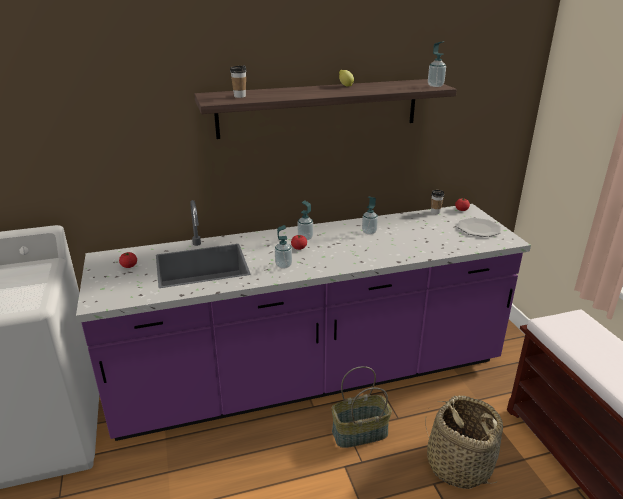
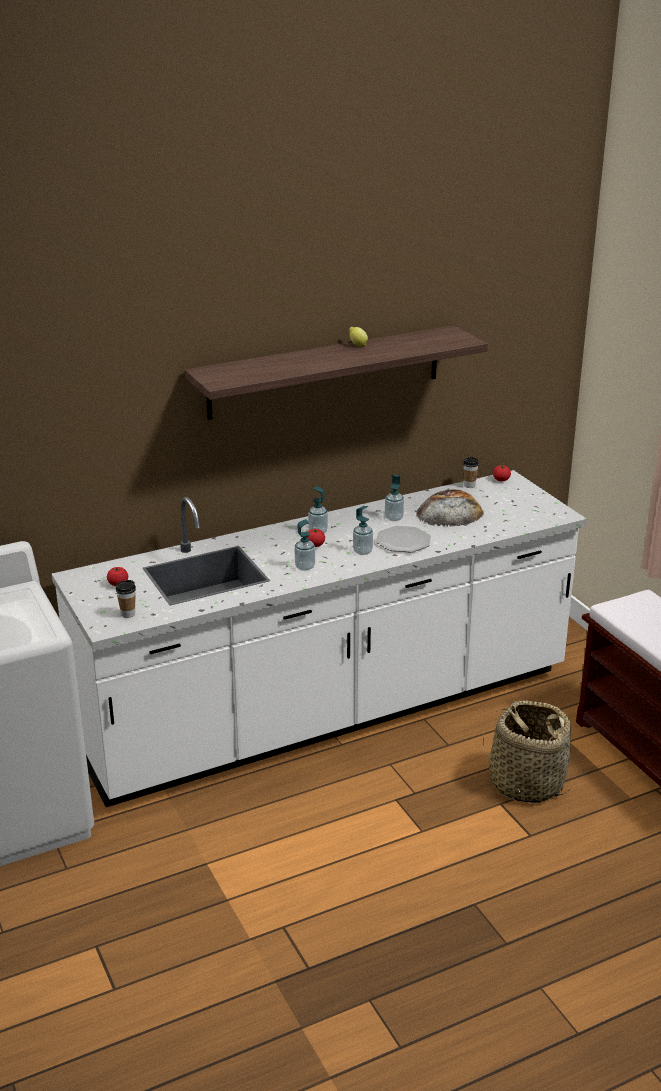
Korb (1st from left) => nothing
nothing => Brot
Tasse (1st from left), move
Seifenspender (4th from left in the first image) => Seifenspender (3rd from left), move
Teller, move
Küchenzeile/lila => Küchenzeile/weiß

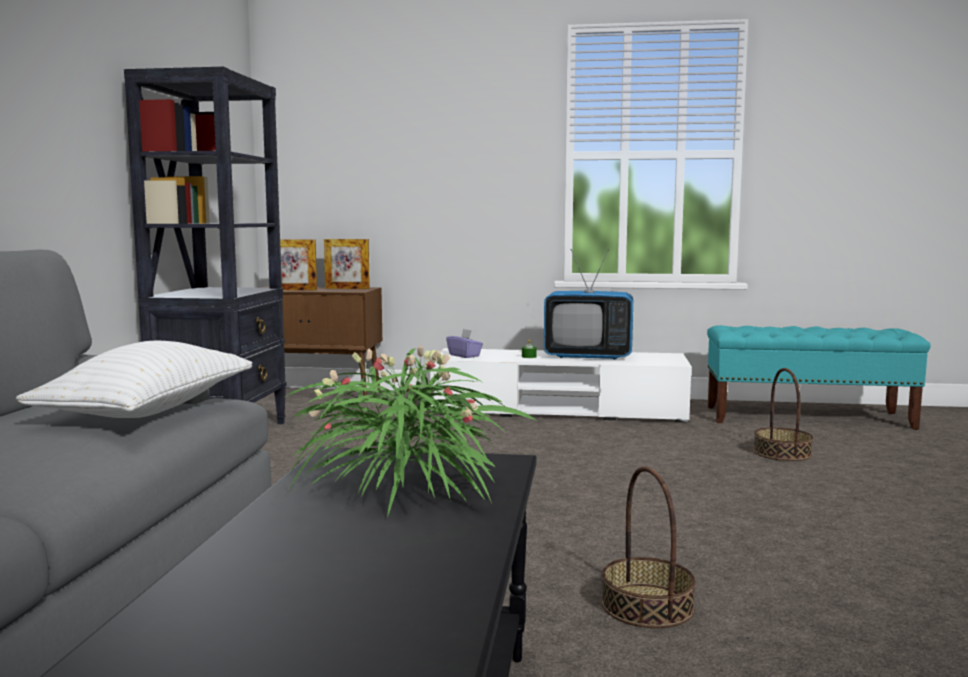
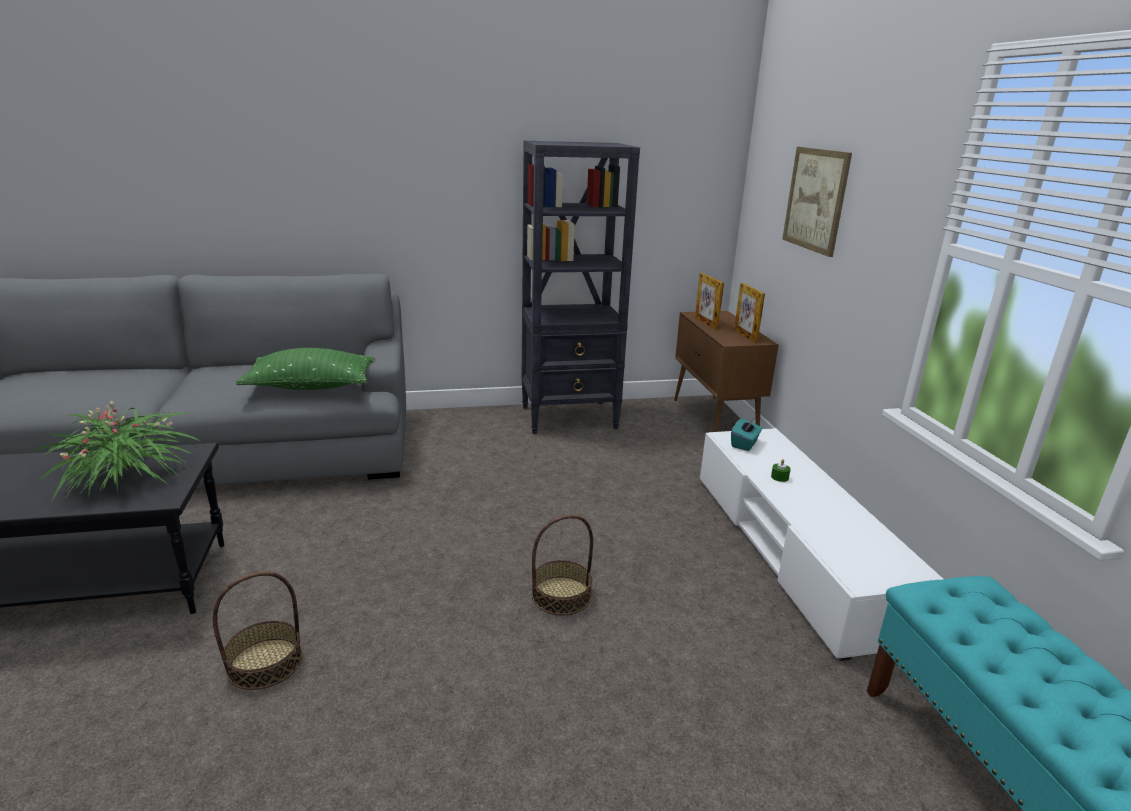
Fernseher => nothing
nothing => Bild
Korb (2nd from left), move
Kissen/weiß => Kissen/grün
Taschentuchbox/lila => Taschentuchbox/türkis

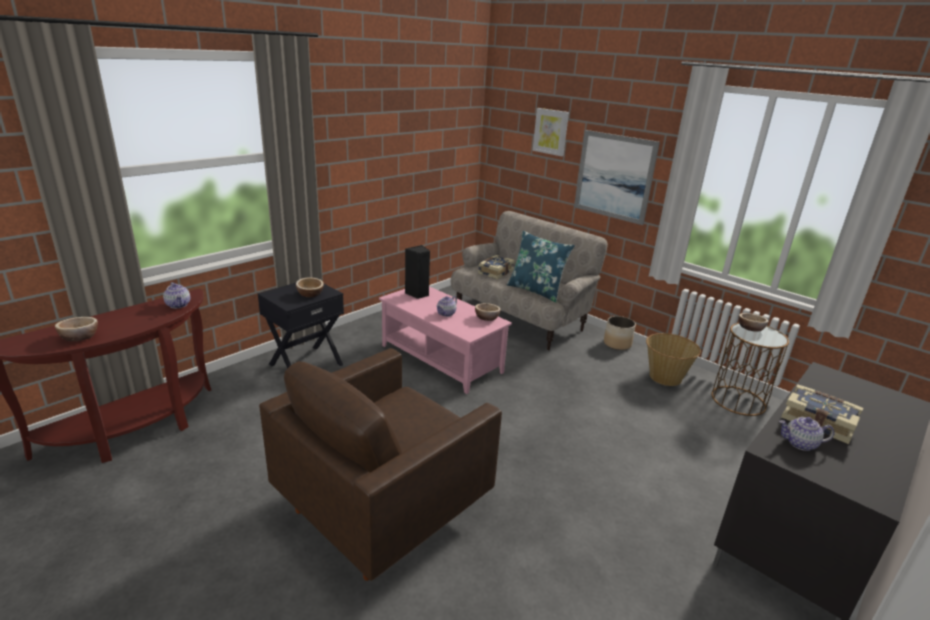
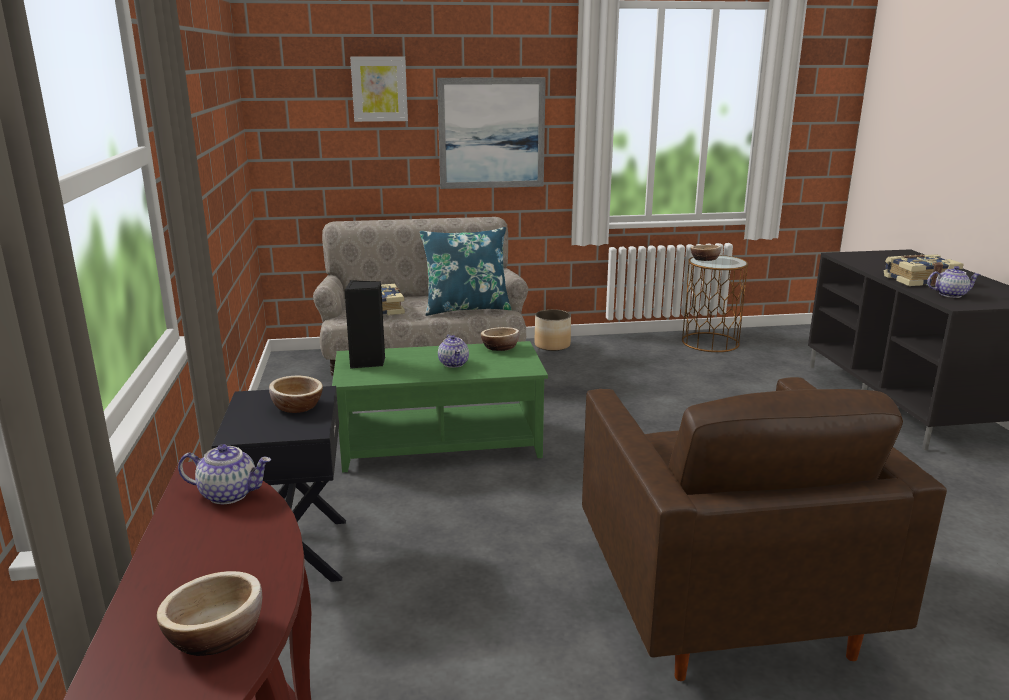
Korb => nothing
Couchtisch/rosa => Couchtisch/grün
Teekanne (3rd from left), 135 degrees counterclockwise

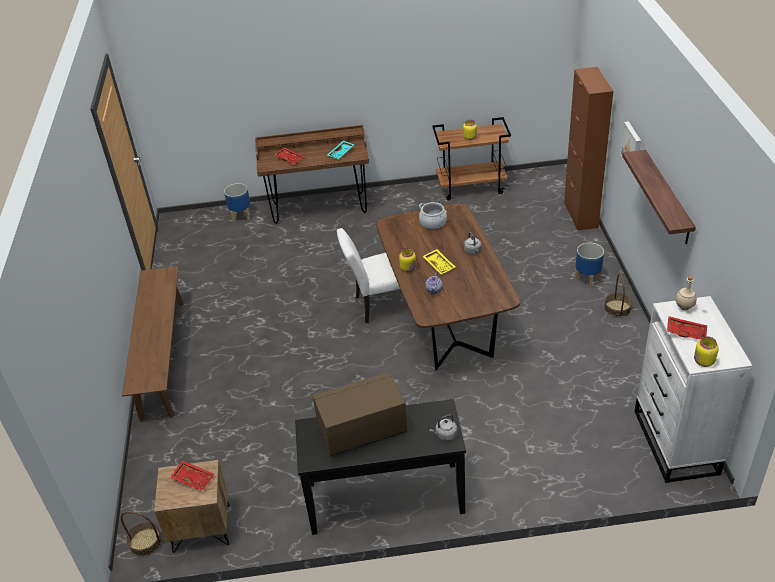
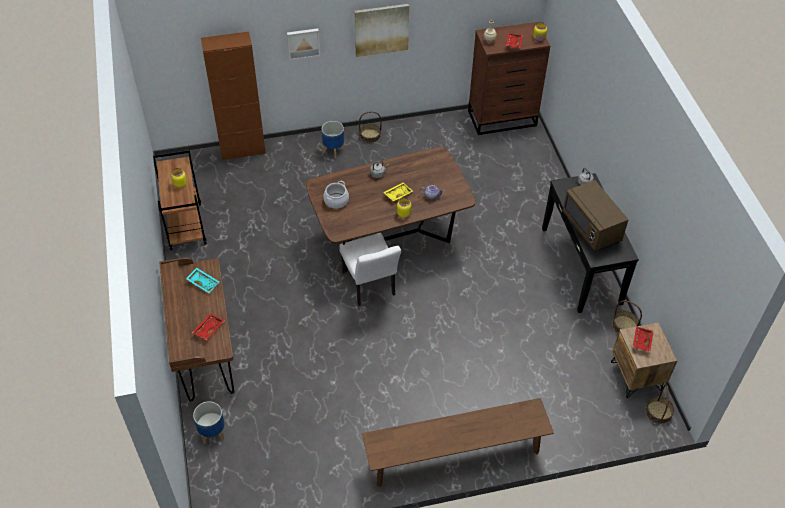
nothing => Korb (2nd from left)
Wandregal => Bild (2nd from left)
Kommode/weiß => Kommode/braun

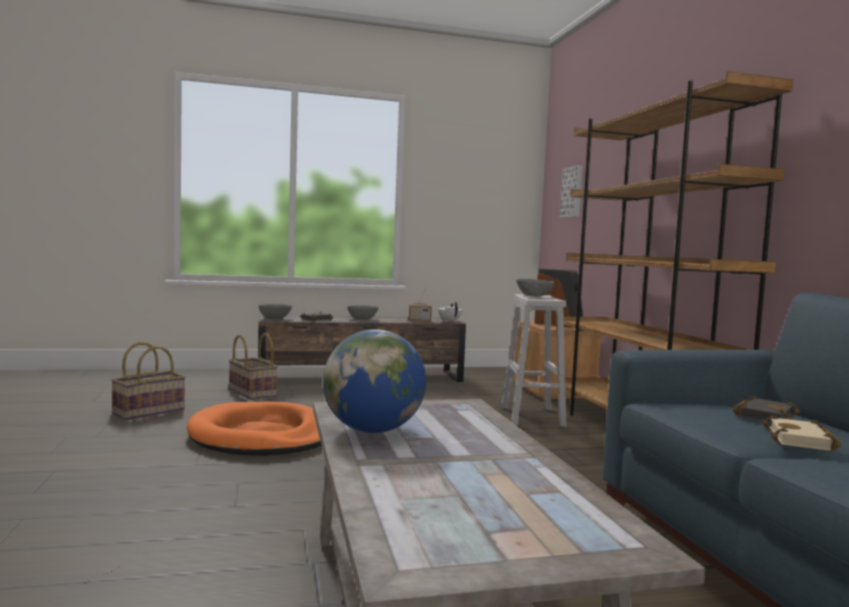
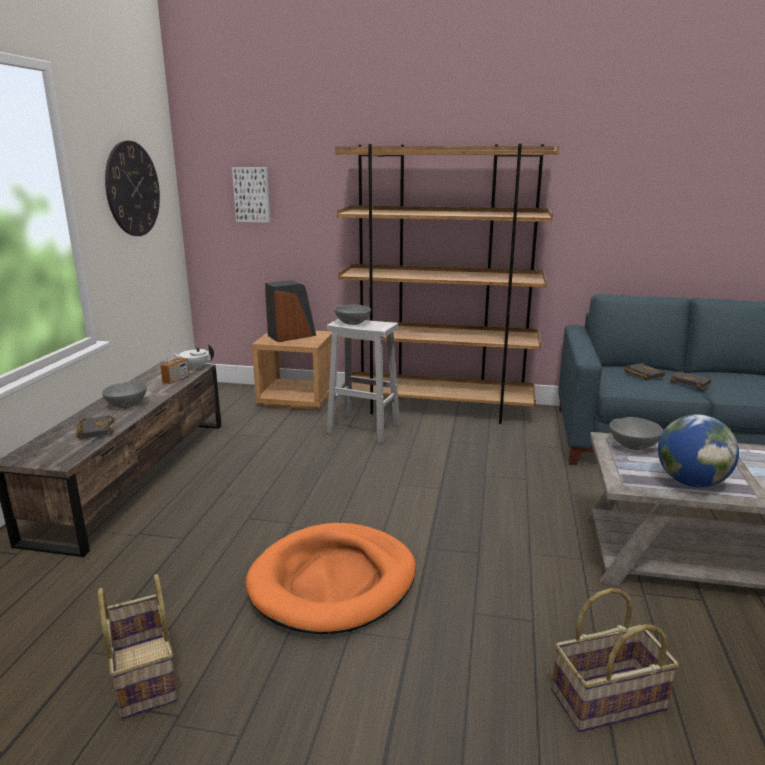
nothing => Wanduhr
Korb (2nd from left), move
Schüssel/grau (1st from left in the first image) => Schüssel/grau (3rd from left), move
Buch/beige => Buch/schwarz (3rd from left)

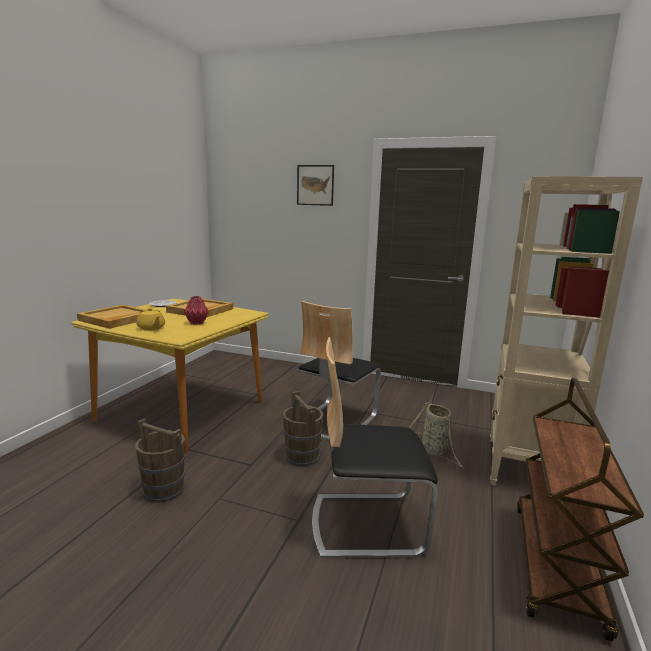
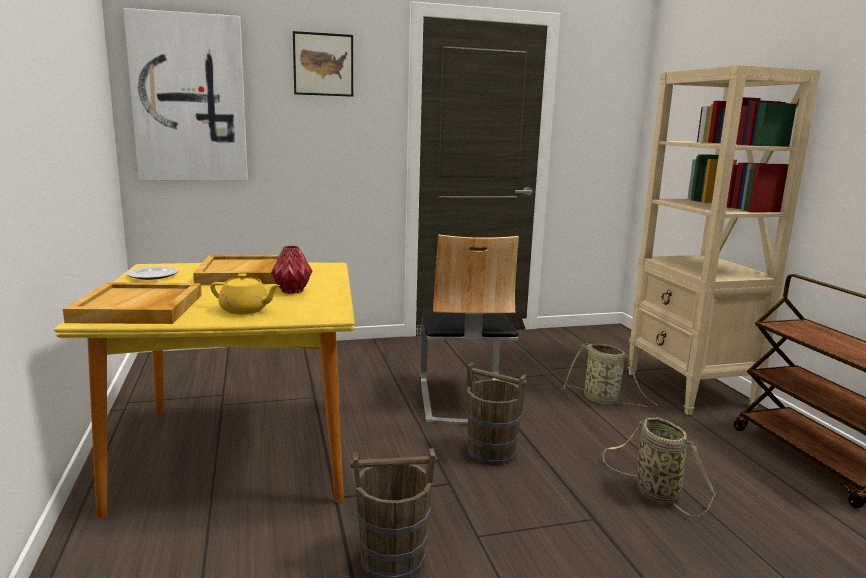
nothing => Bild (1st from left)
Stuhl (2nd from left) => Korb (2nd from left)

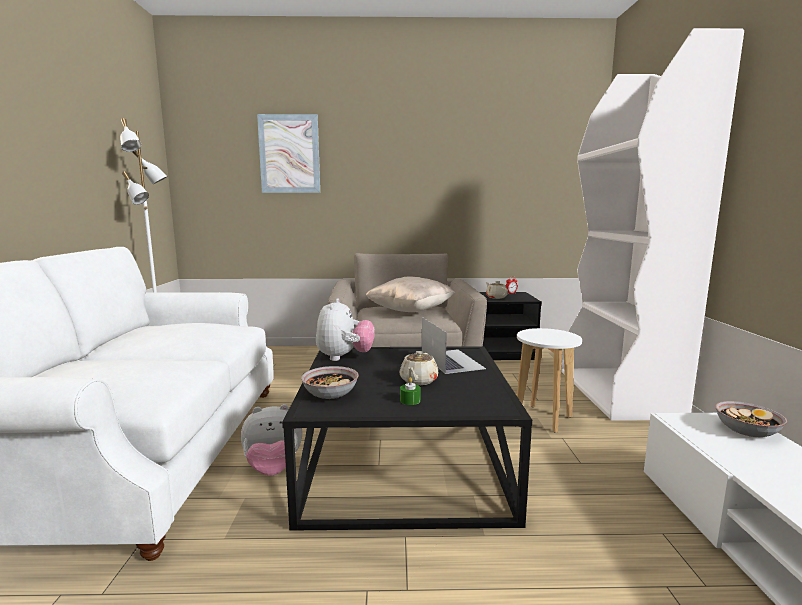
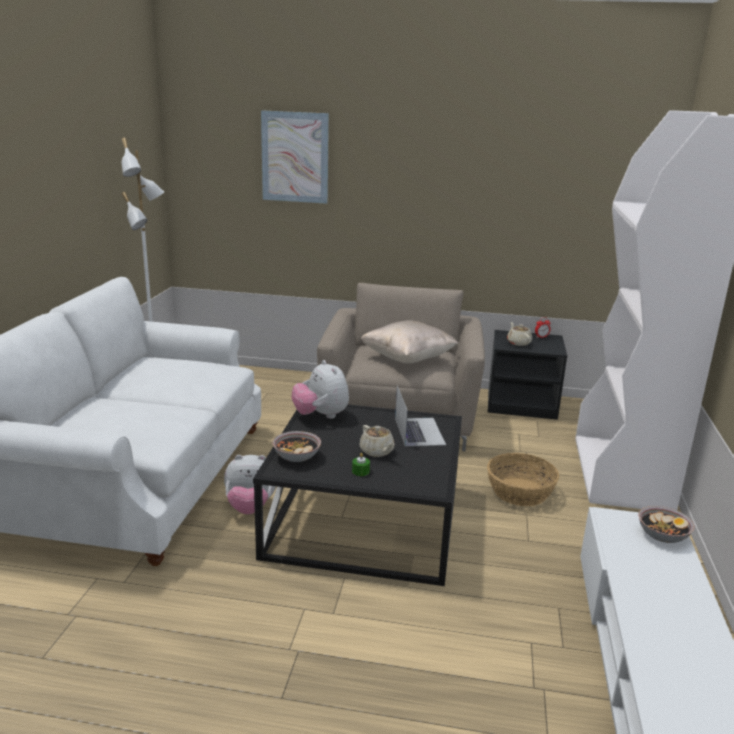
Hocker/weiß => Korb
Plüschtier (2nd from left), 135 degrees clockwise
Teekanne/beige (1st from left), 60 degrees counterclockwise

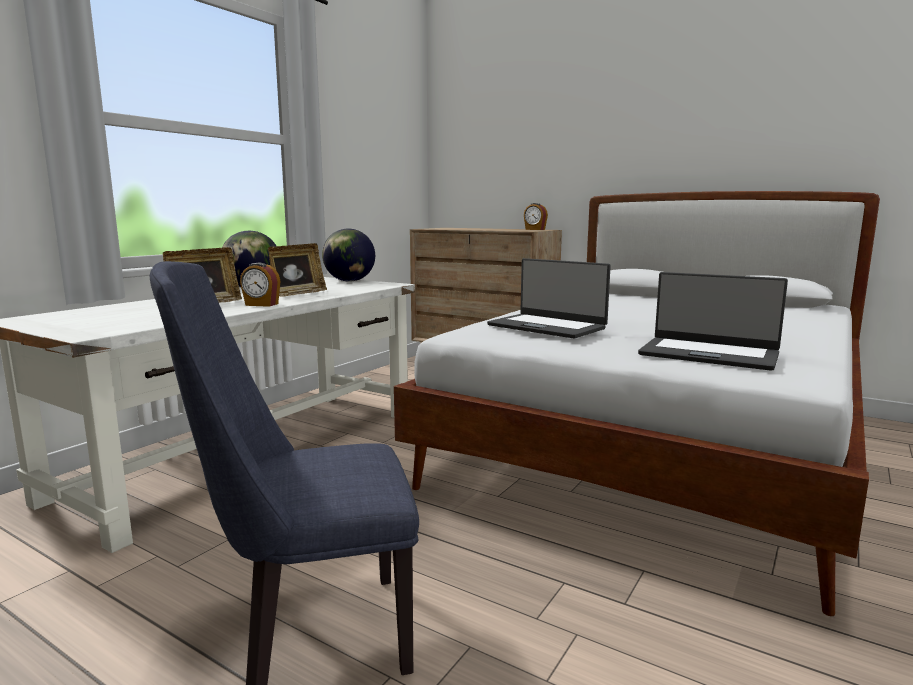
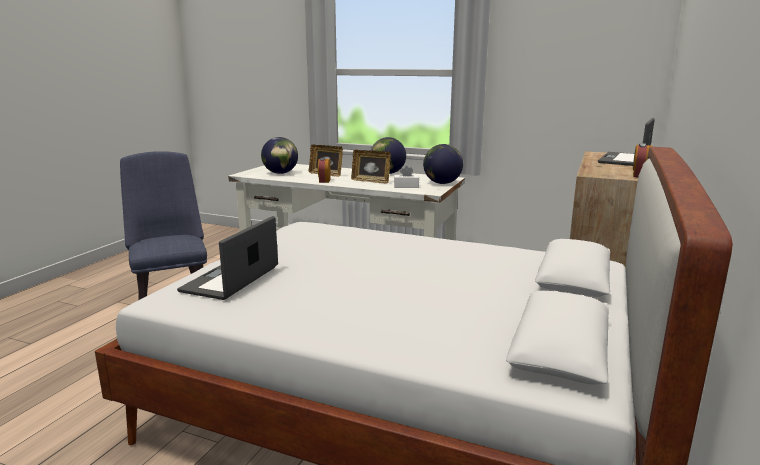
nothing => Globus (1st from left)
nothing => Taschentuchbox/weiß
Laptop (1st from left in the first image) => Laptop (2nd from left), move

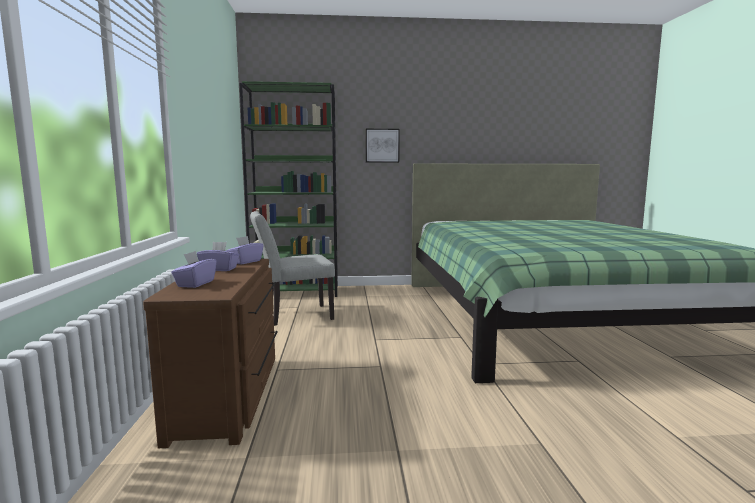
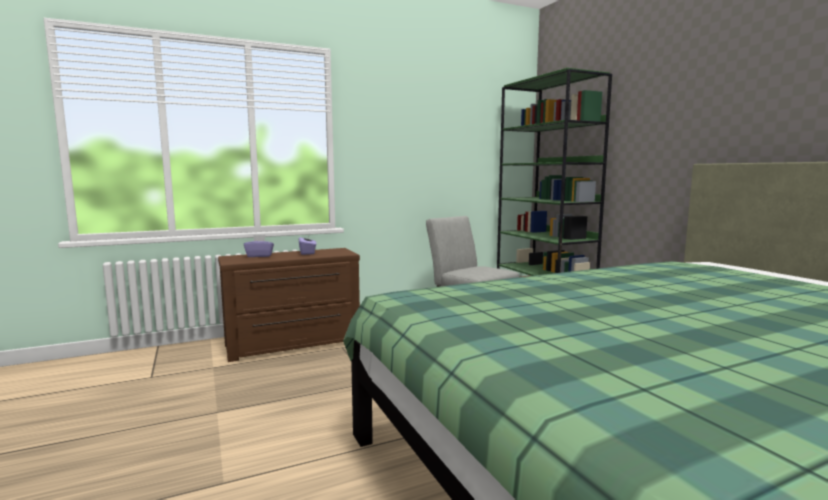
Taschentuchbox/lila (3rd from left) => nothing
Bild => nothing

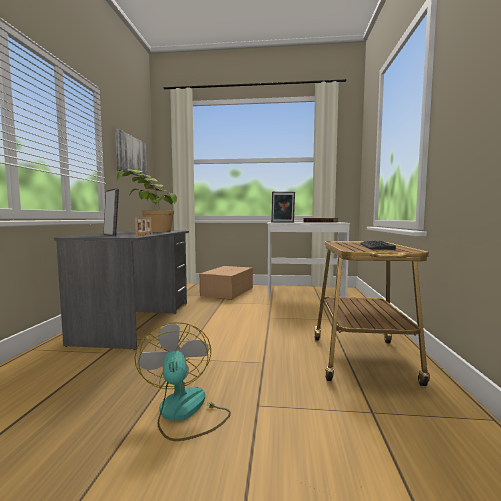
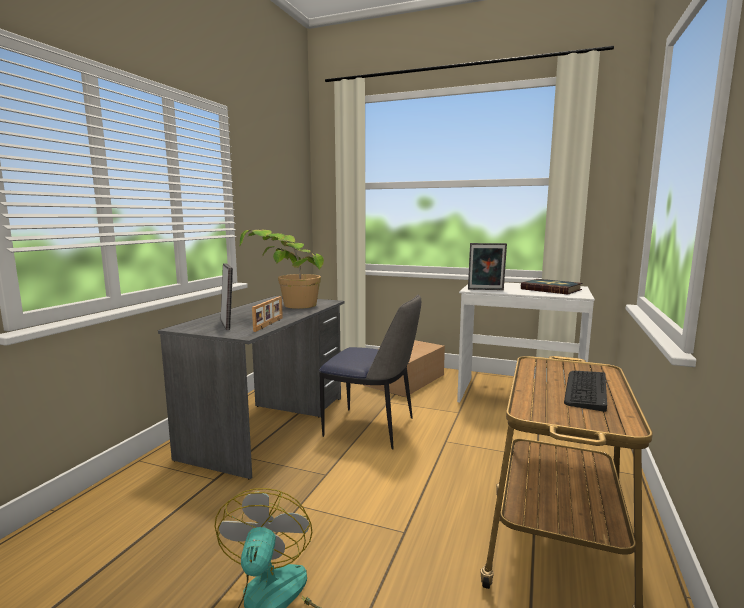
Bild => nothing
nothing => Stuhl

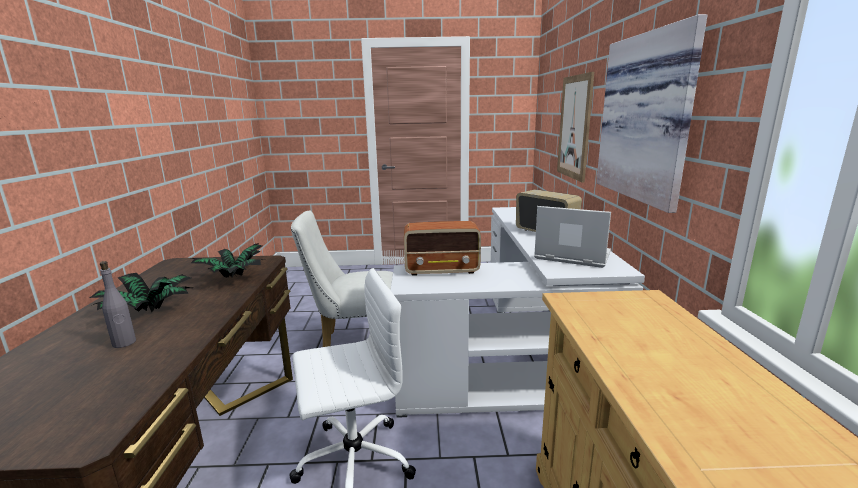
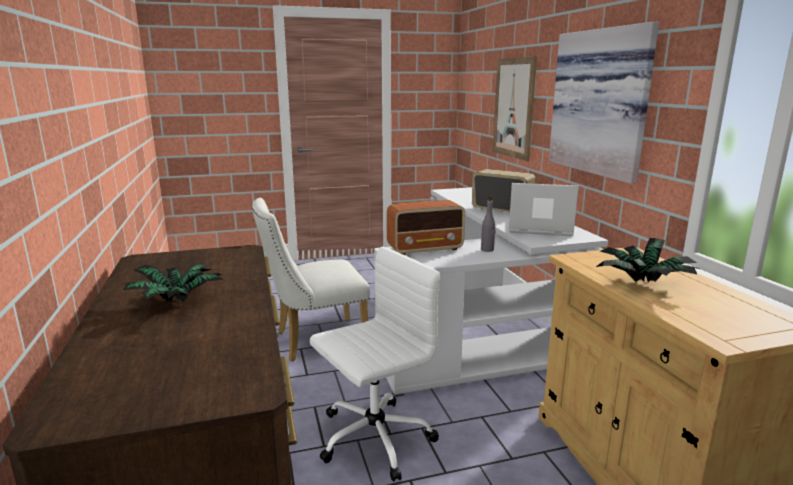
Flasche/grau, move
Topfpflanze (2nd from left), move

